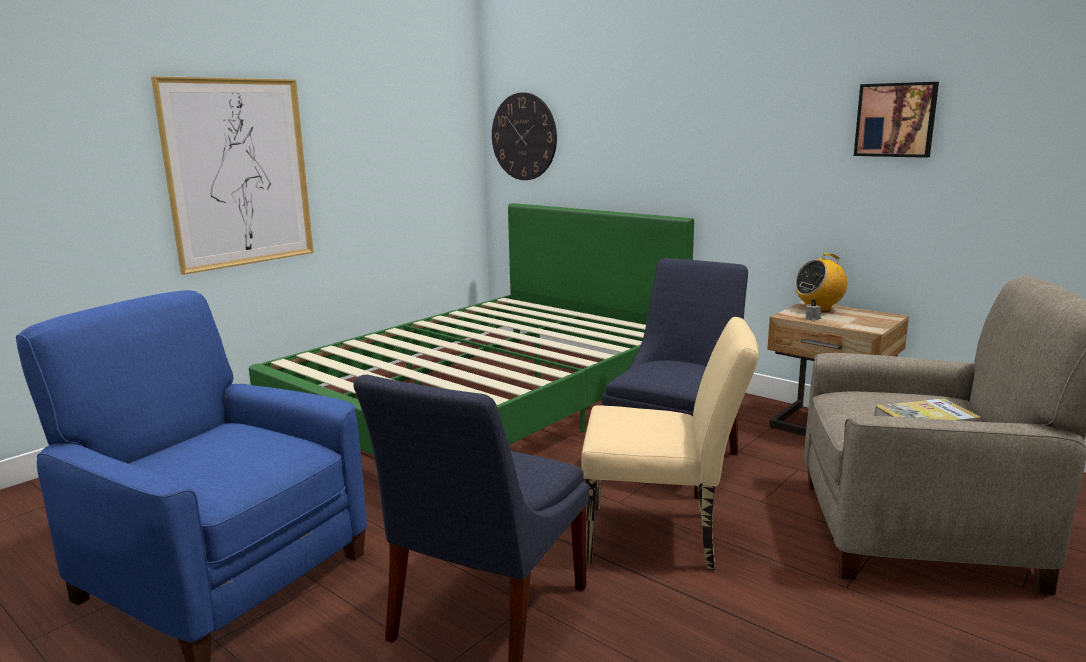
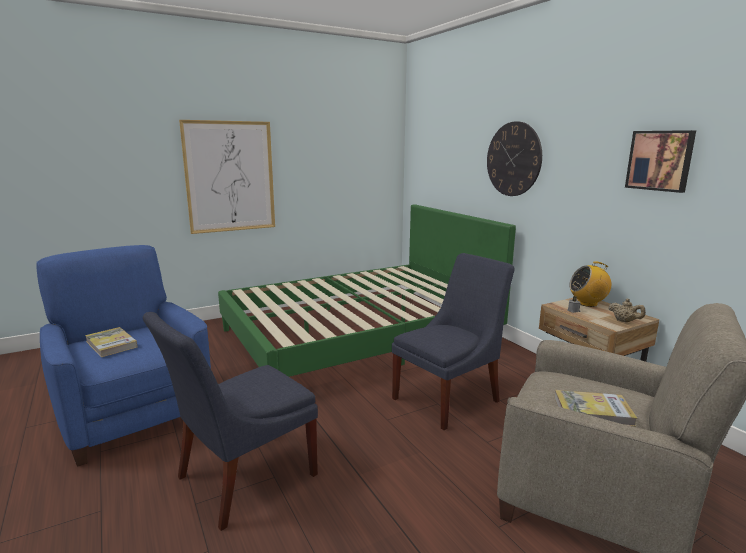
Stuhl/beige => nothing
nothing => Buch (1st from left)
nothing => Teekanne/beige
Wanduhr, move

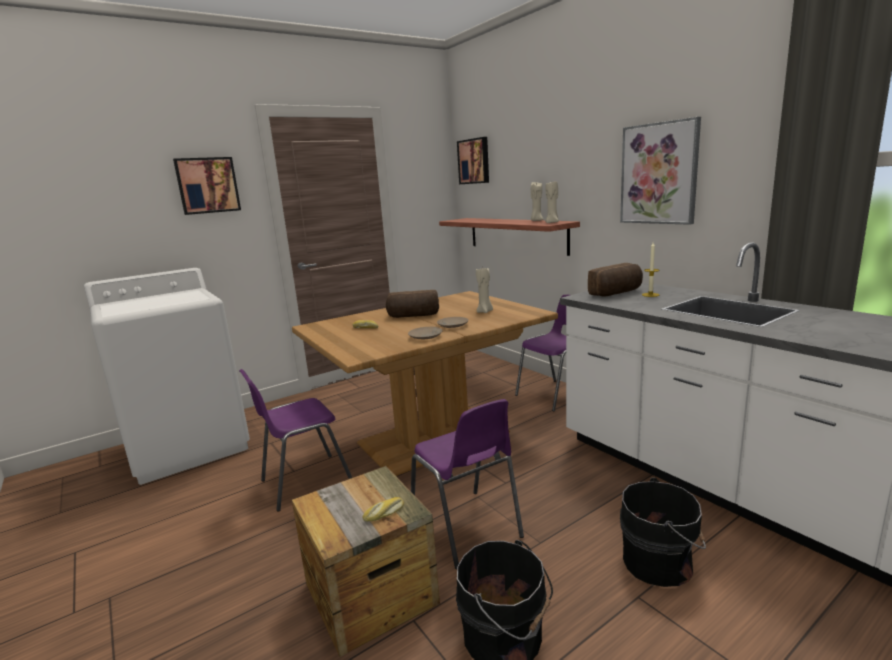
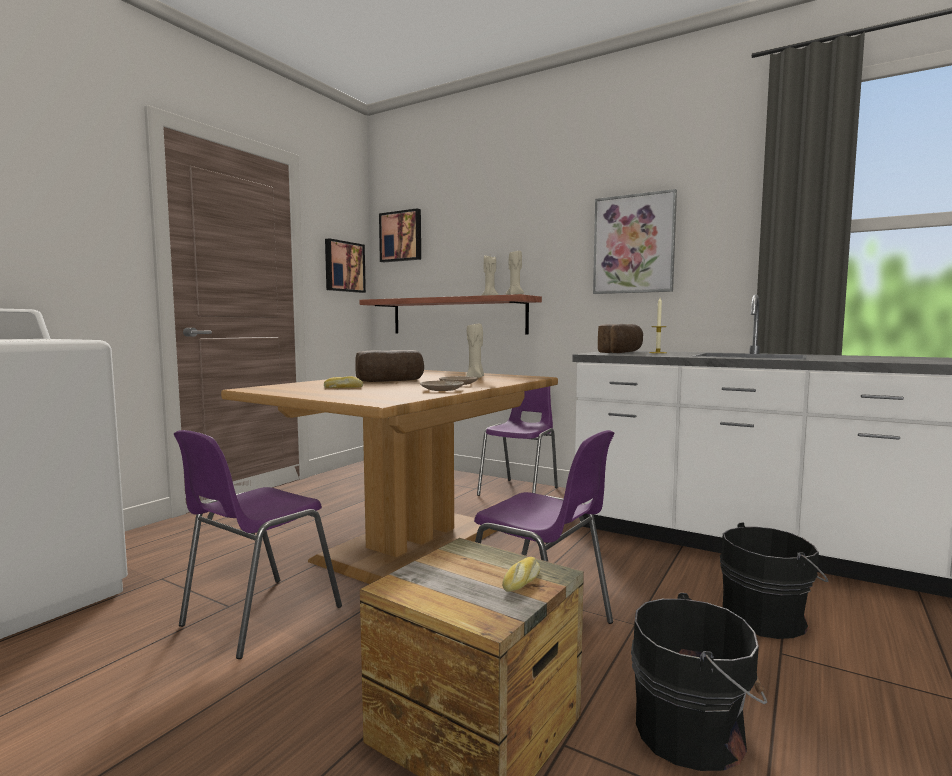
Bild (1st from left), move

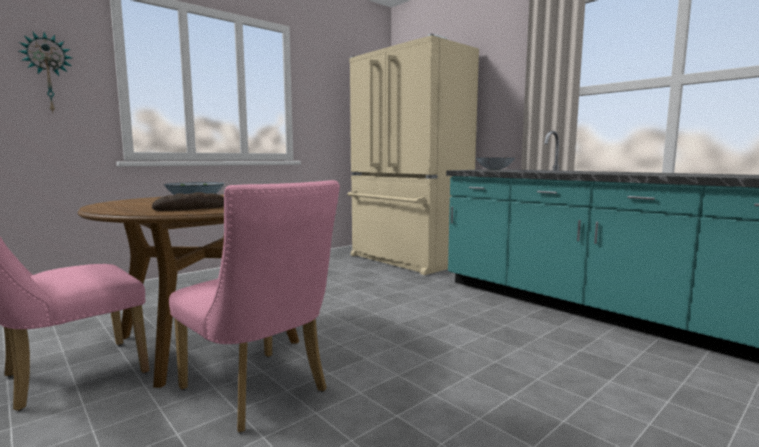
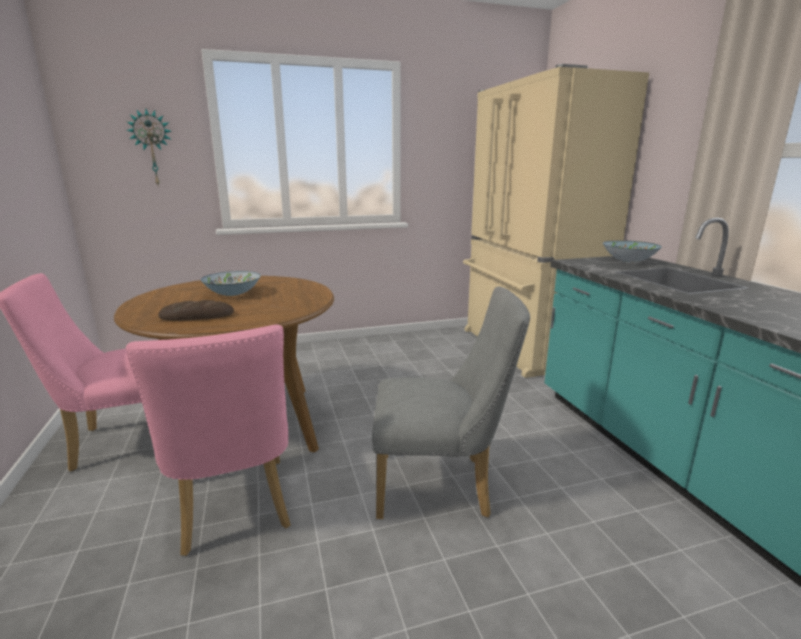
nothing => Stuhl/grau

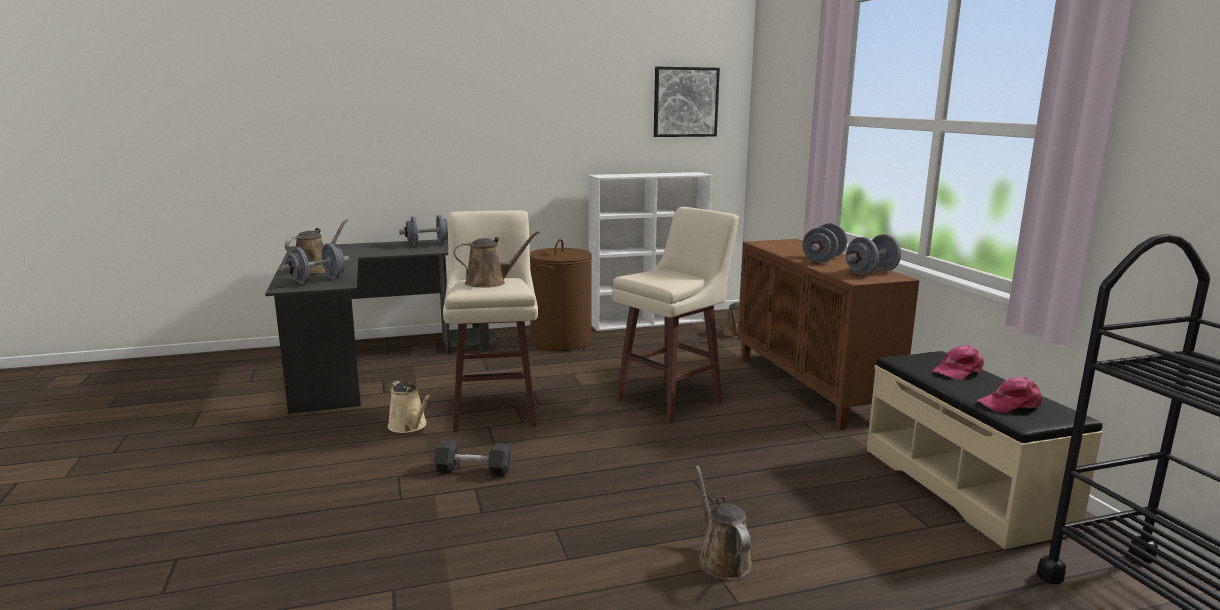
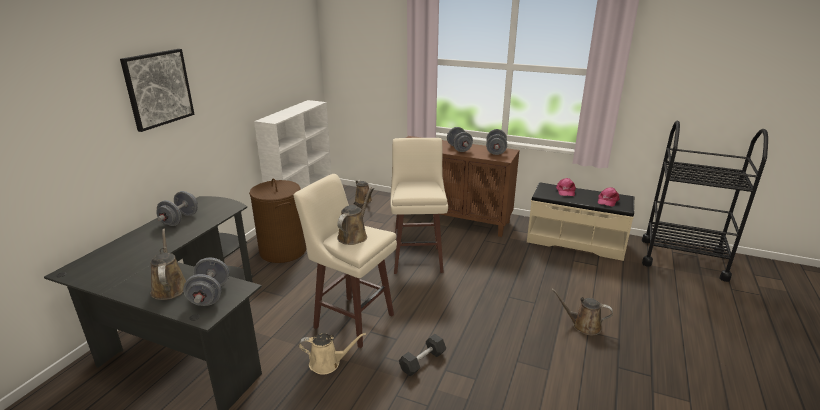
Bild, move

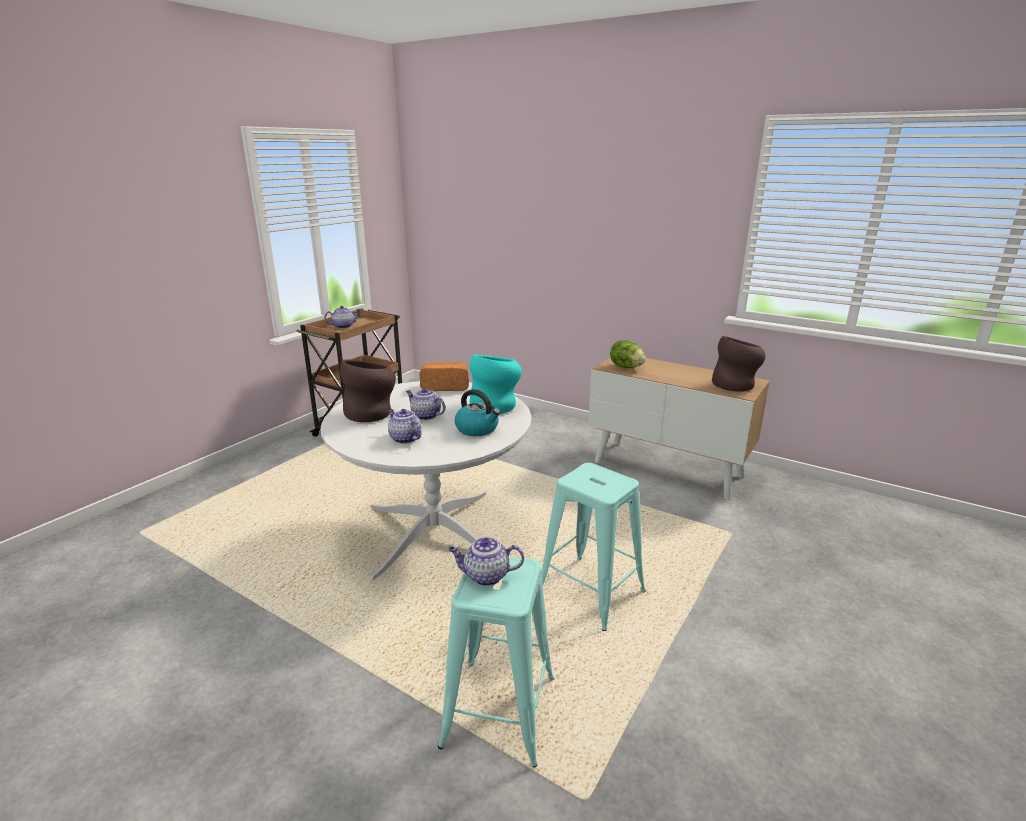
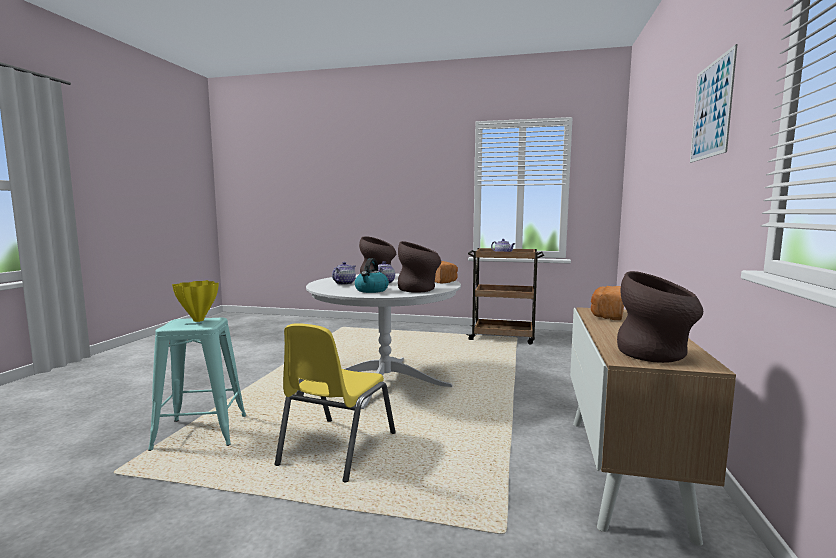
nothing => Bild
Teekanne (4th from left) => Vase/gelb
Hocker/türkis (2nd from left) => Stuhl/gelb
Salatkopf => Brot (2nd from left)
Vase/türkis => Vase/braun (2nd from left)

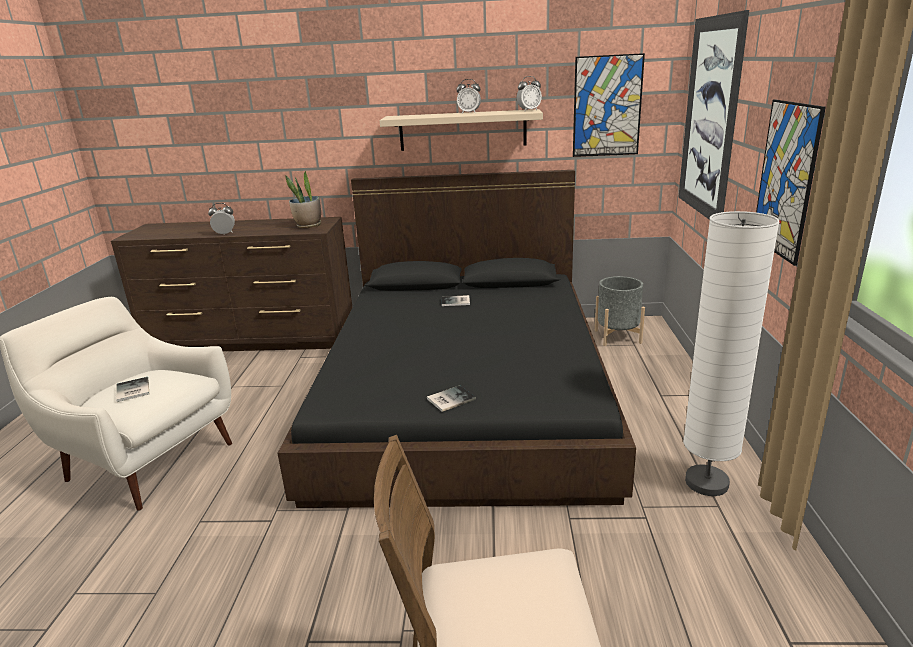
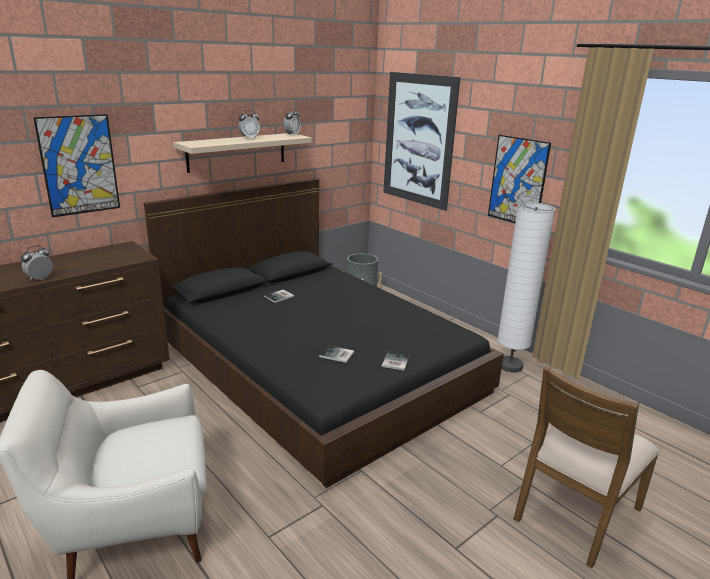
Topfpflanze => nothing
Buch (1st from left in the first image) => Buch (2nd from left), move
Bild (1st from left), move

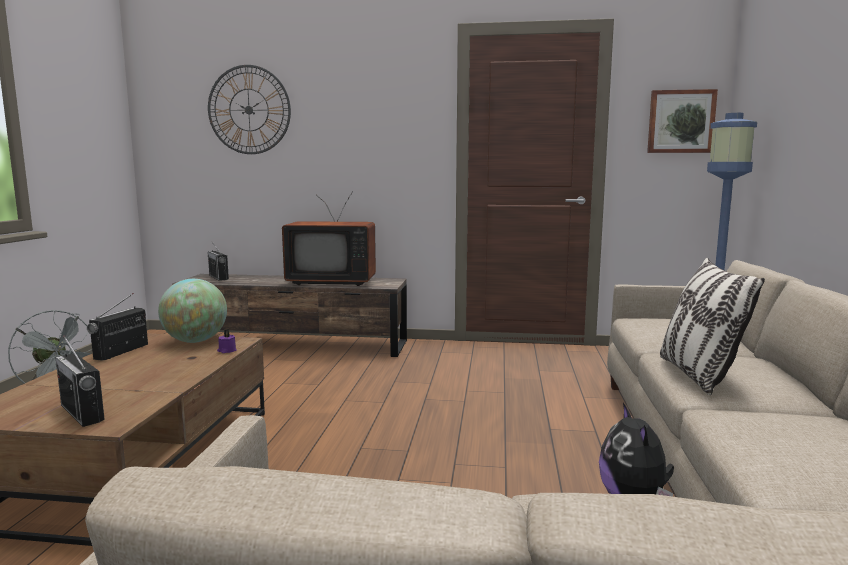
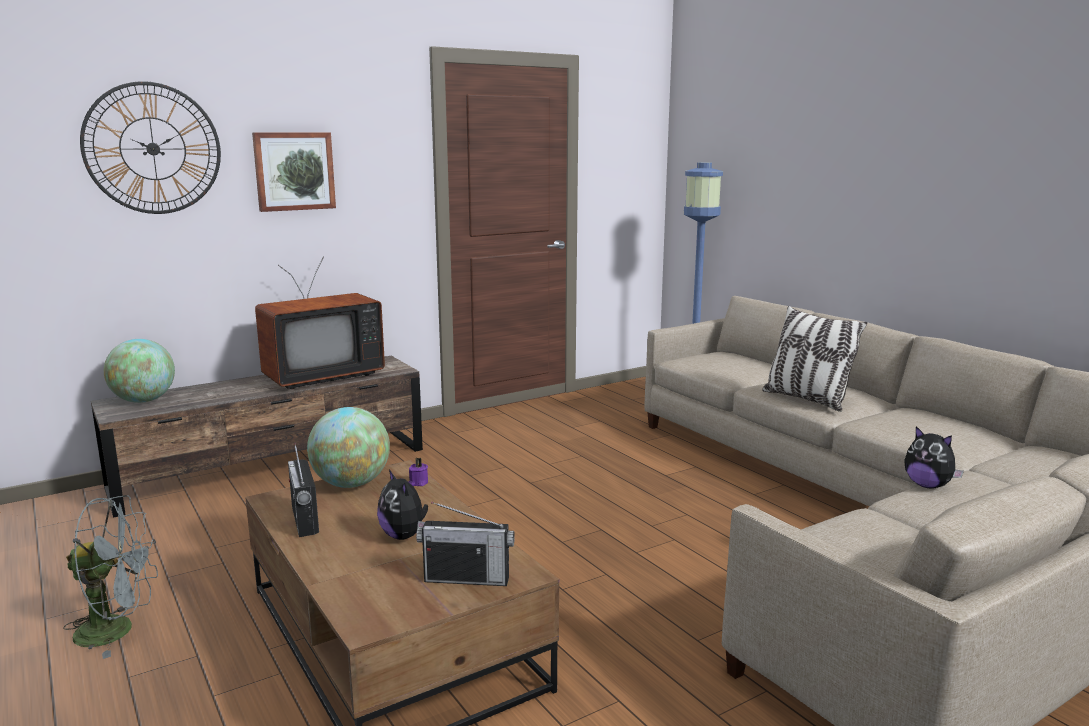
nothing => Plüschtier (1st from left)
Bild, move
Radio (3rd from left) => Globus (1st from left)

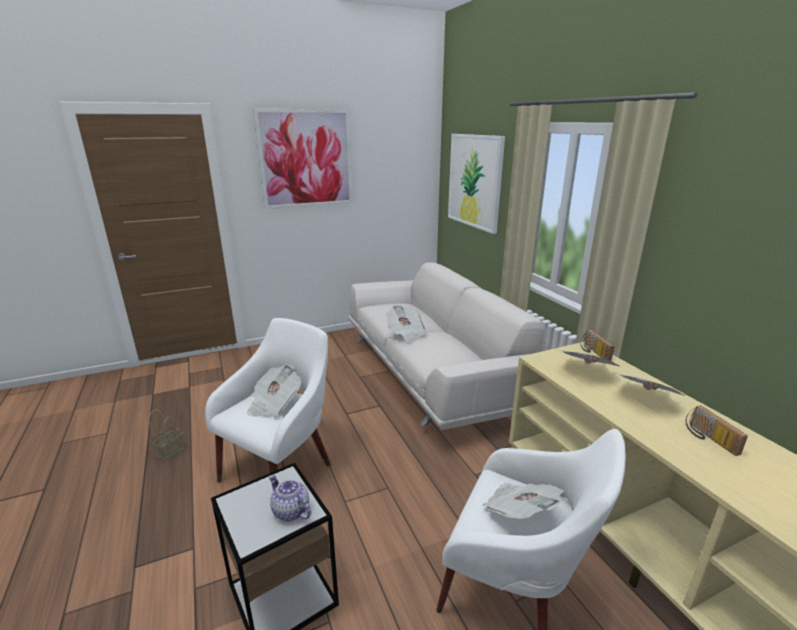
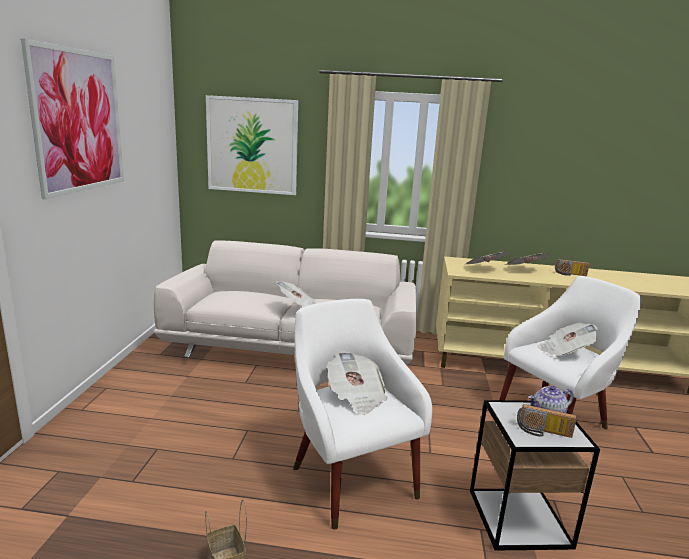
Radio (1st from left), move

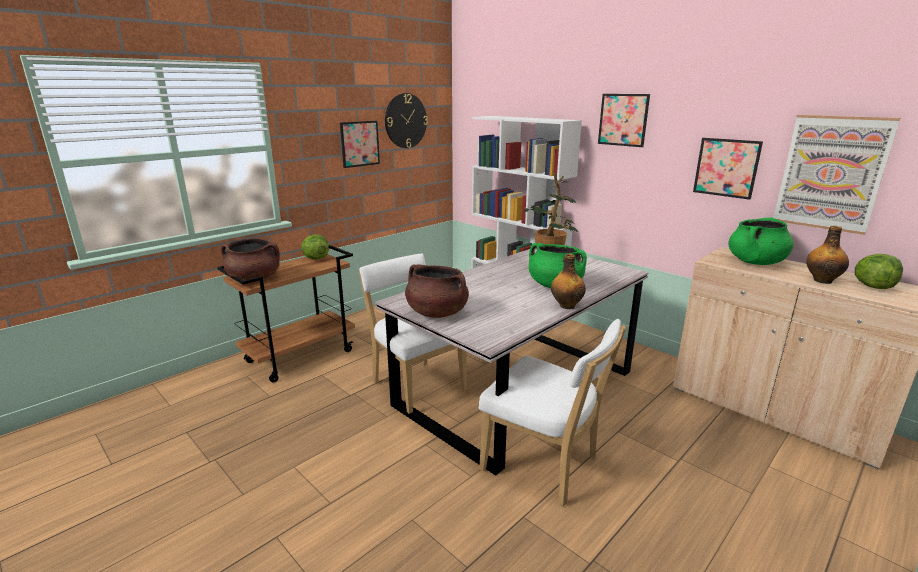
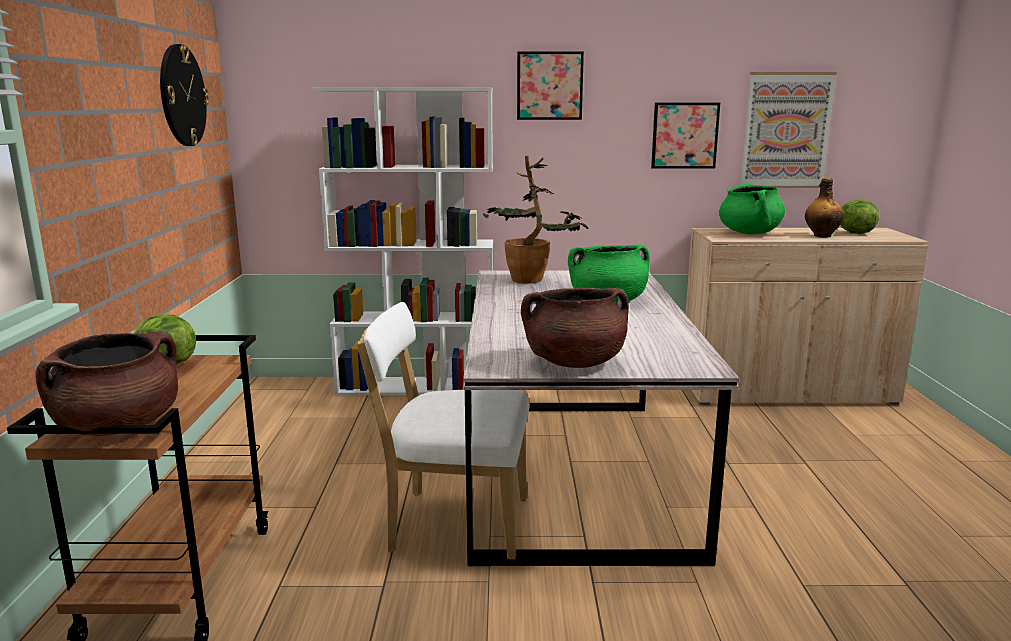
Bild (1st from left) => nothing
Stuhl/weiß (2nd from left) => nothing
Flasche (1st from left) => nothing

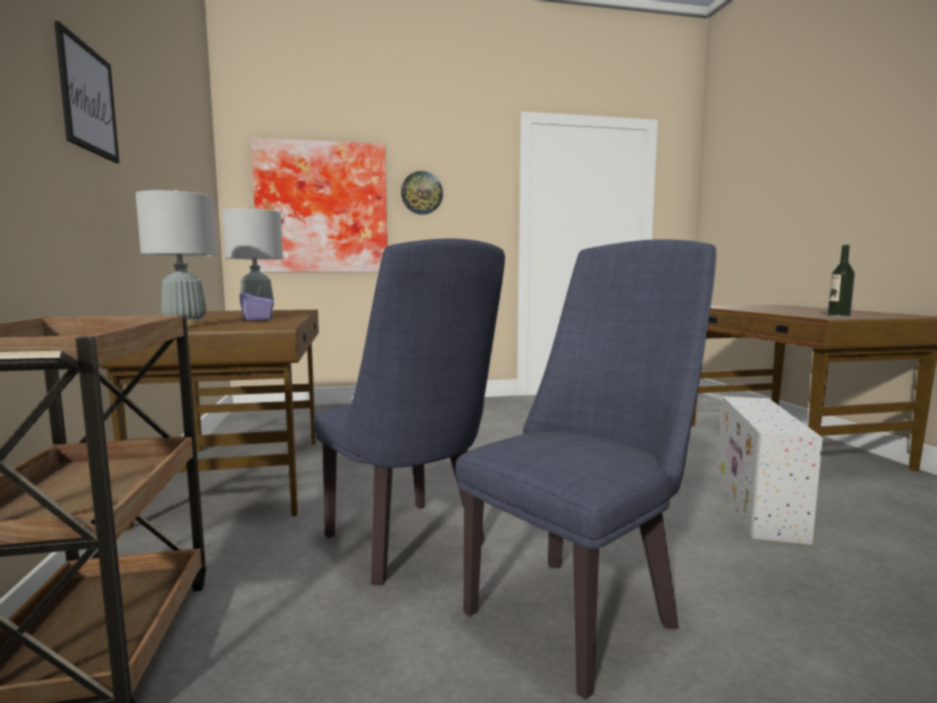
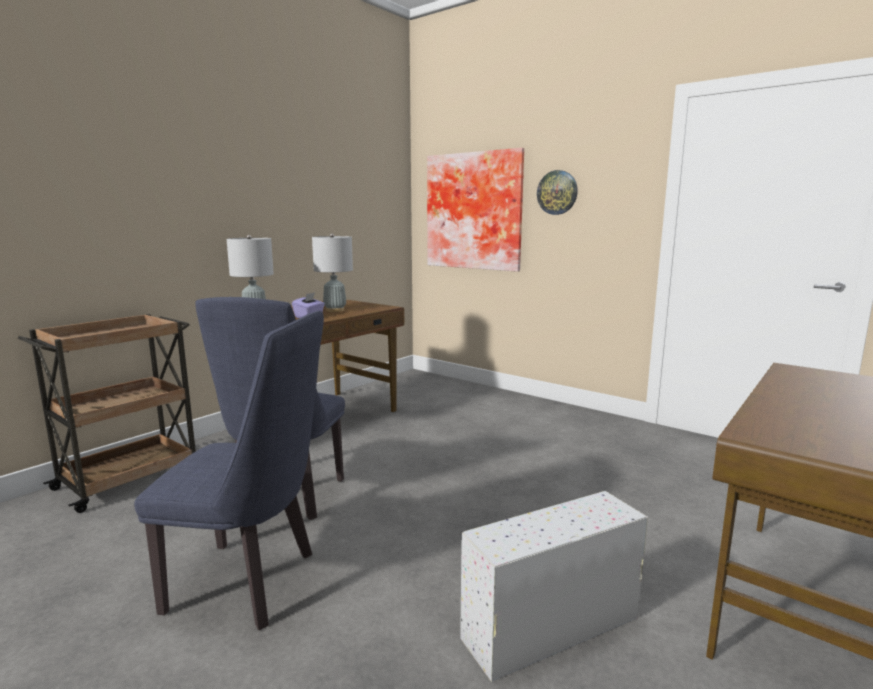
Bild (1st from left) => nothing
Flasche => nothing

